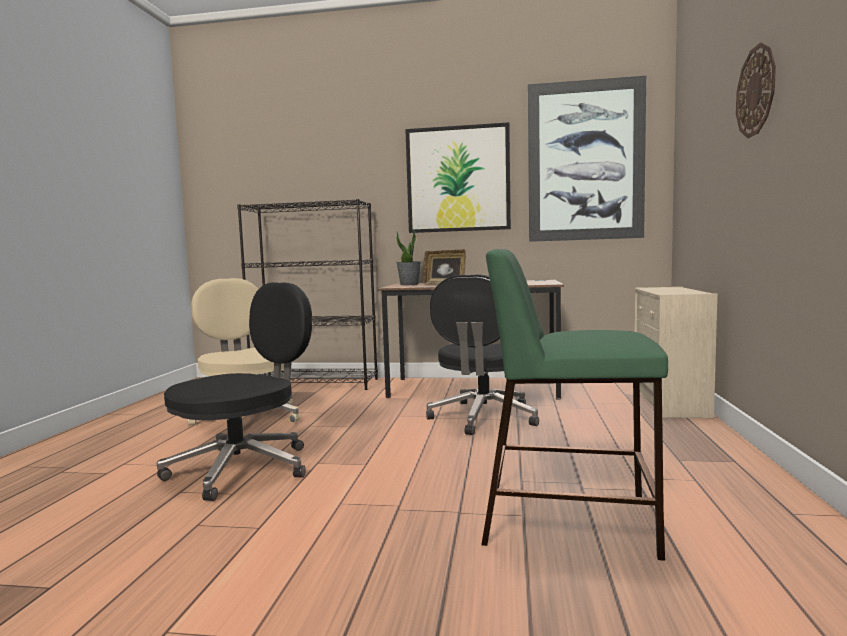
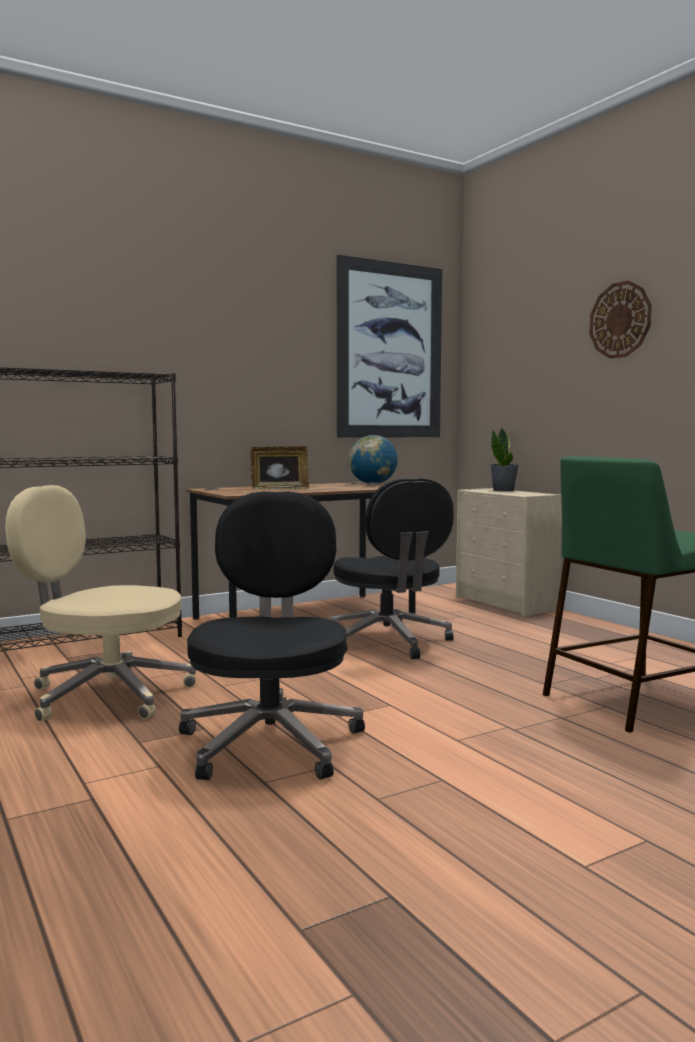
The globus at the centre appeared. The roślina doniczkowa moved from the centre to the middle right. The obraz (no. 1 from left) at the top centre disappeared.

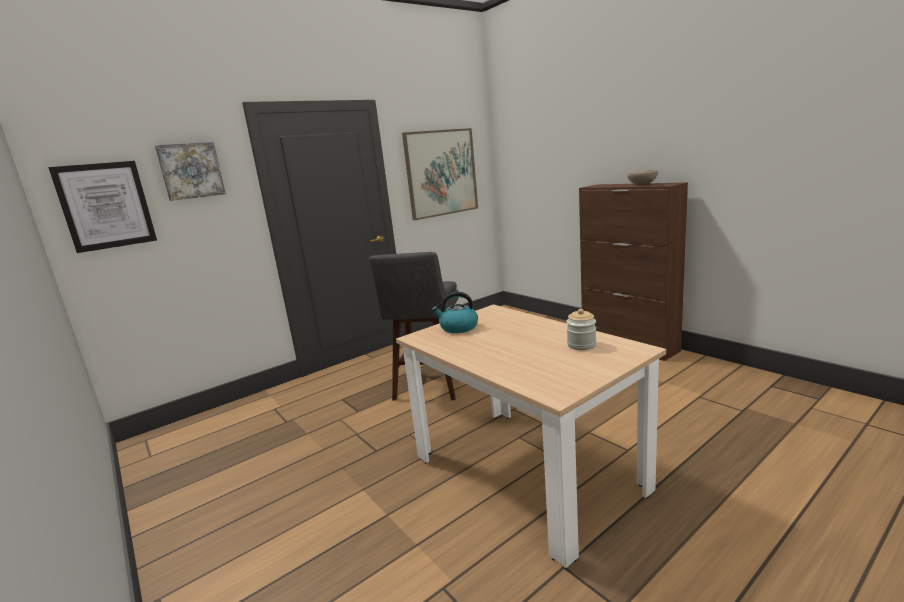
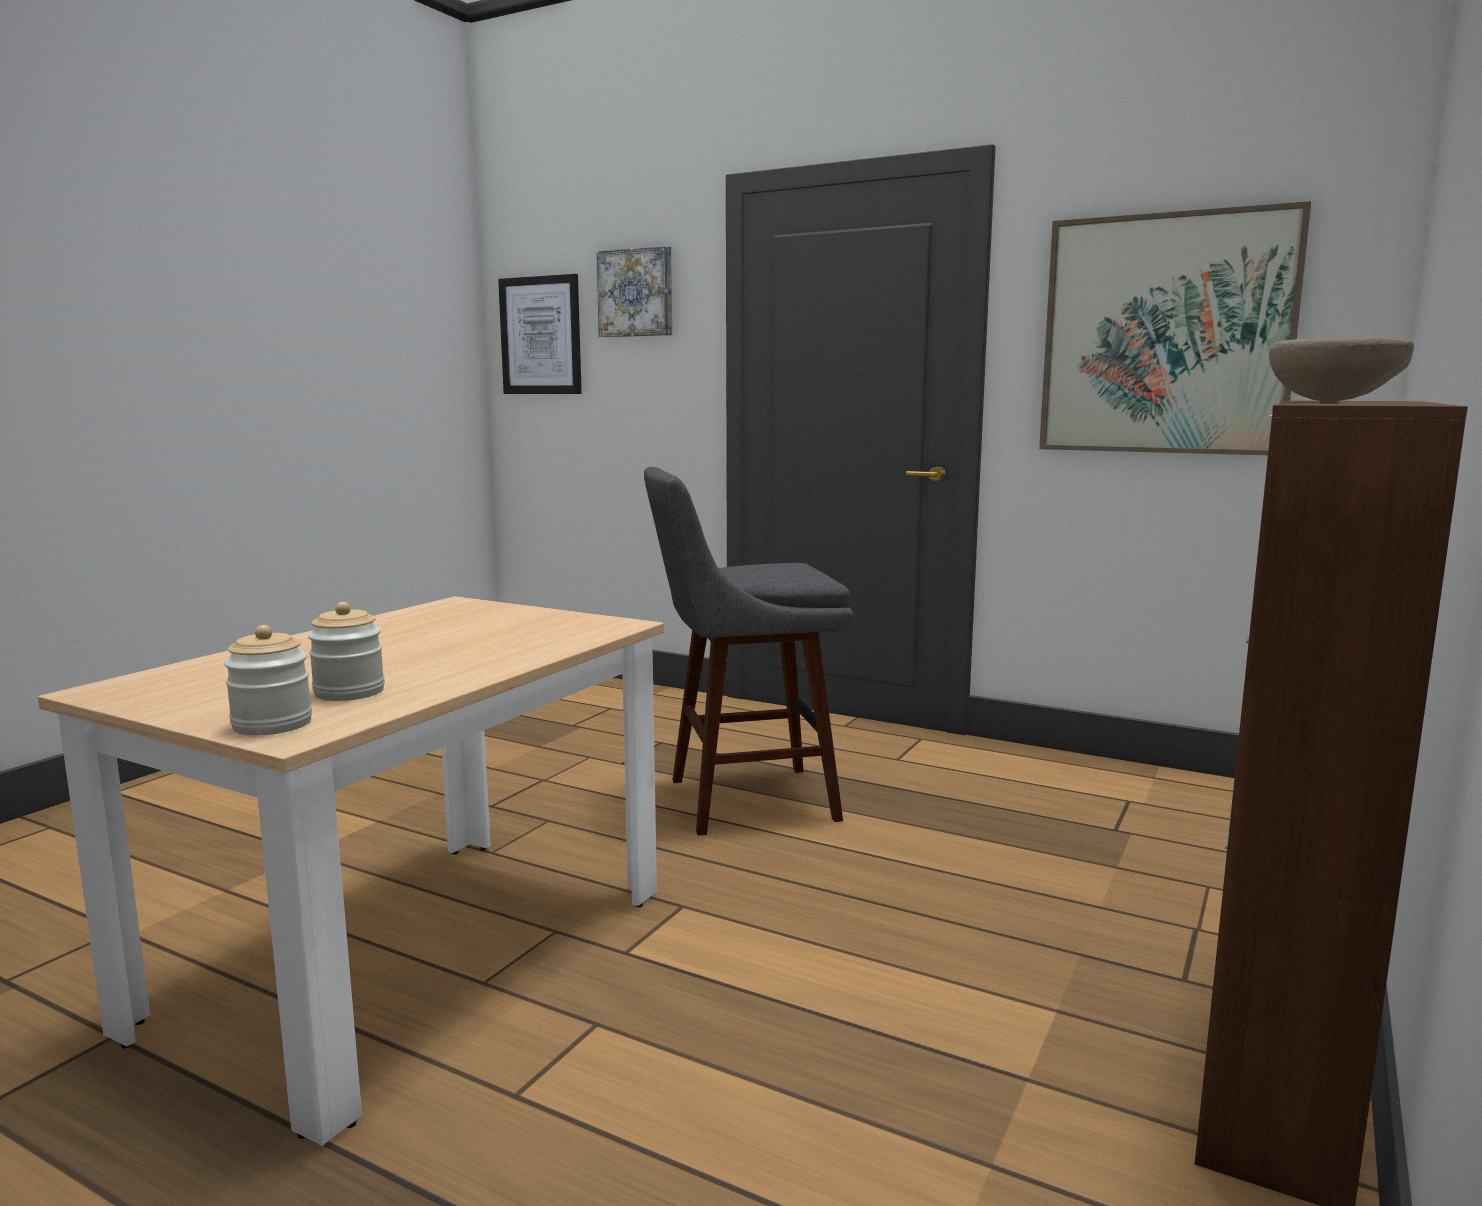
The słoik (no. 1 from left) at the middle left appeared. The czajnik at the centre disappeared.

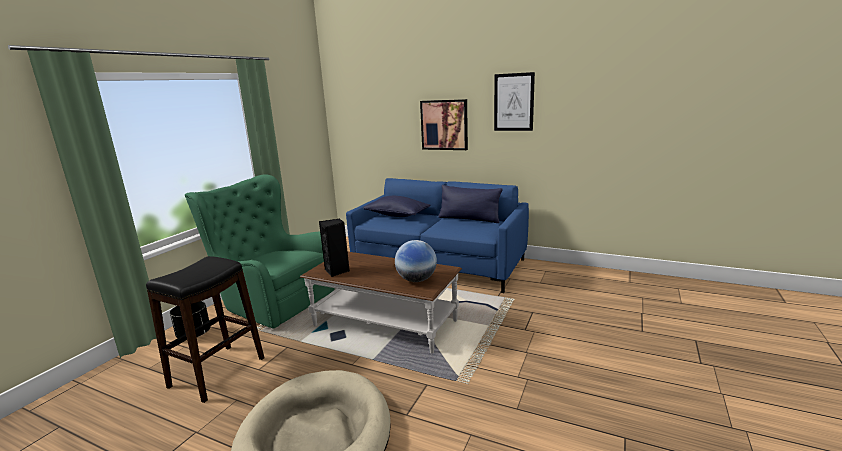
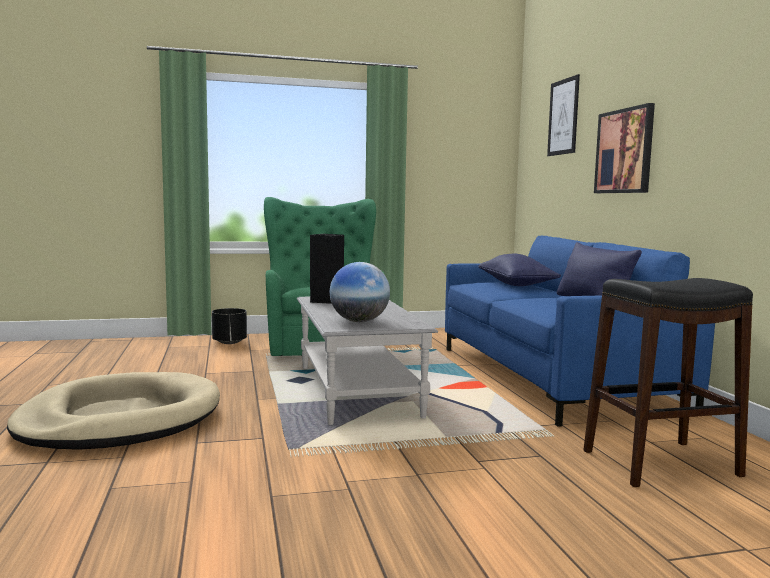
The ława [brązowy] at the bottom centre became the ława [szary] at the centre. The obraz (no. 2 from left in the first image) moved from the top centre to the top right. The stołek [czarny] moved from the bottom left to the middle right.

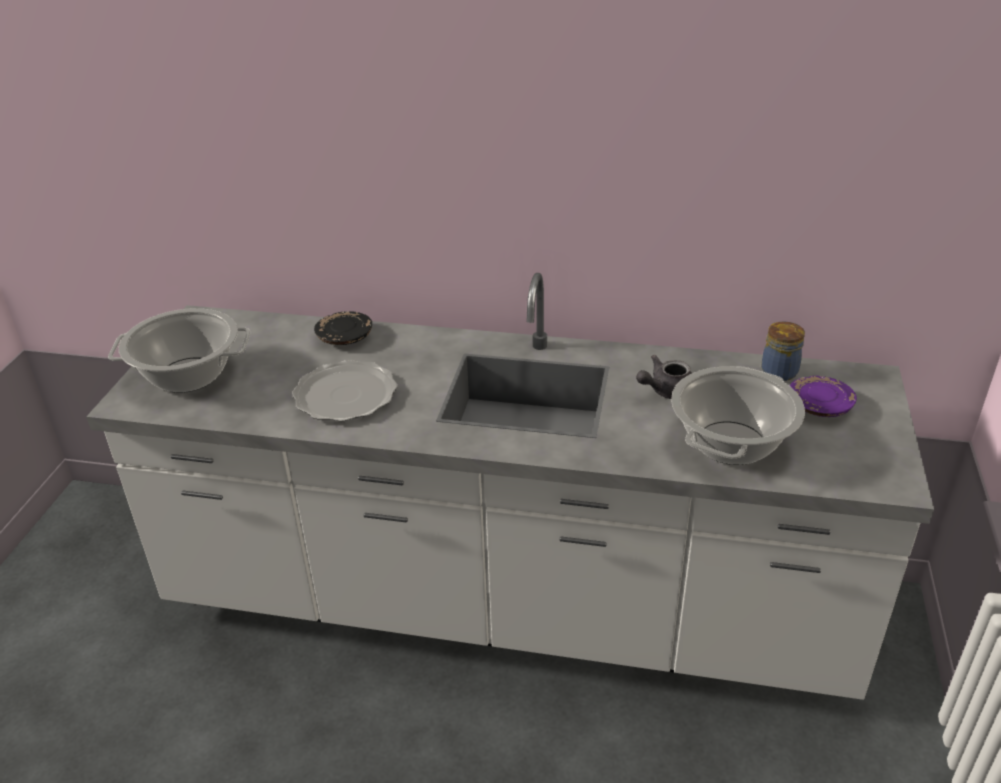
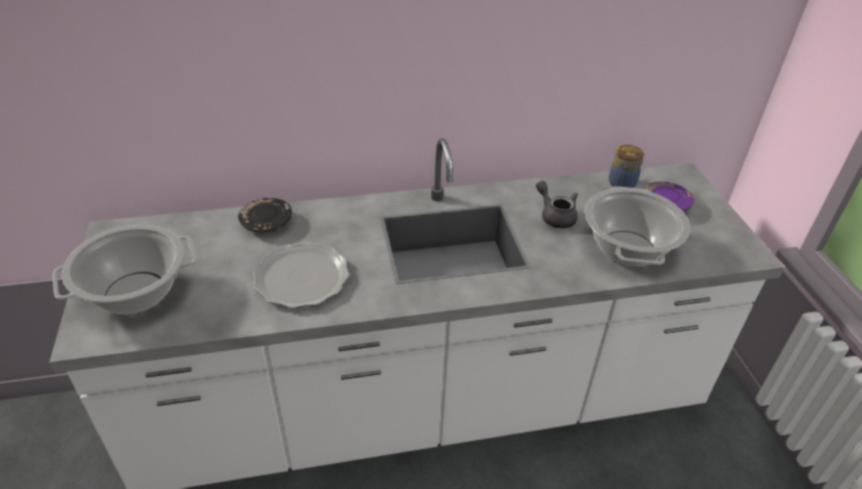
The imbryk [szary] at the centre turned 105 degrees clockwise.

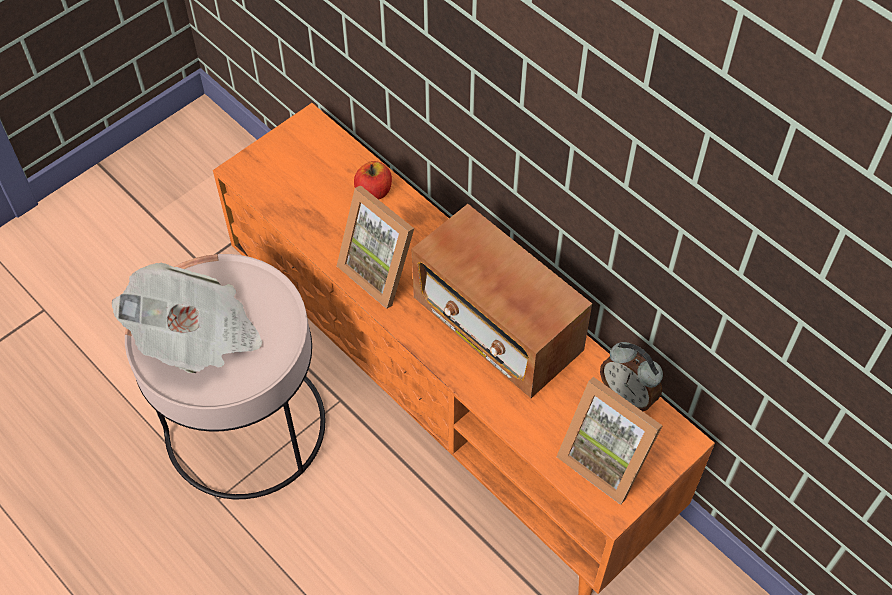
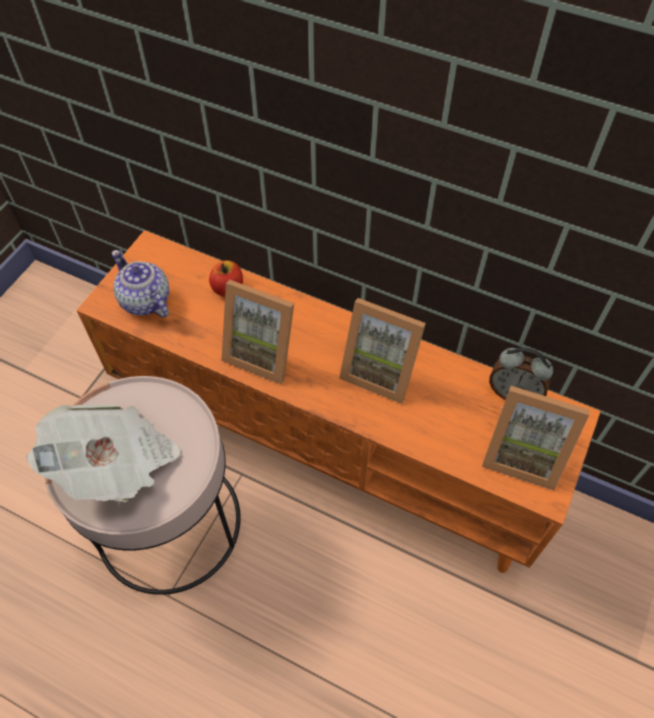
The imbryk at the middle left appeared. The radio at the centre was replaced by the ramka na zdjęcie (no. 2 from left) at the centre.

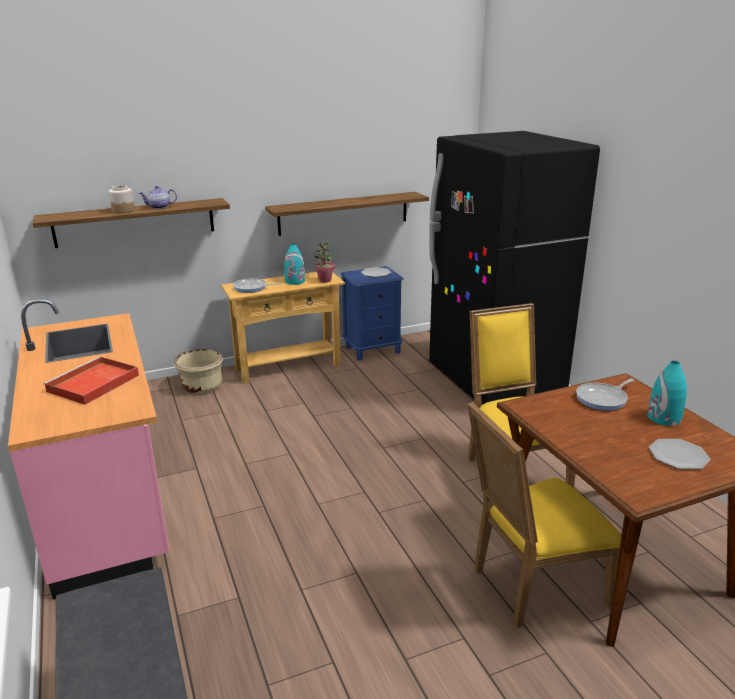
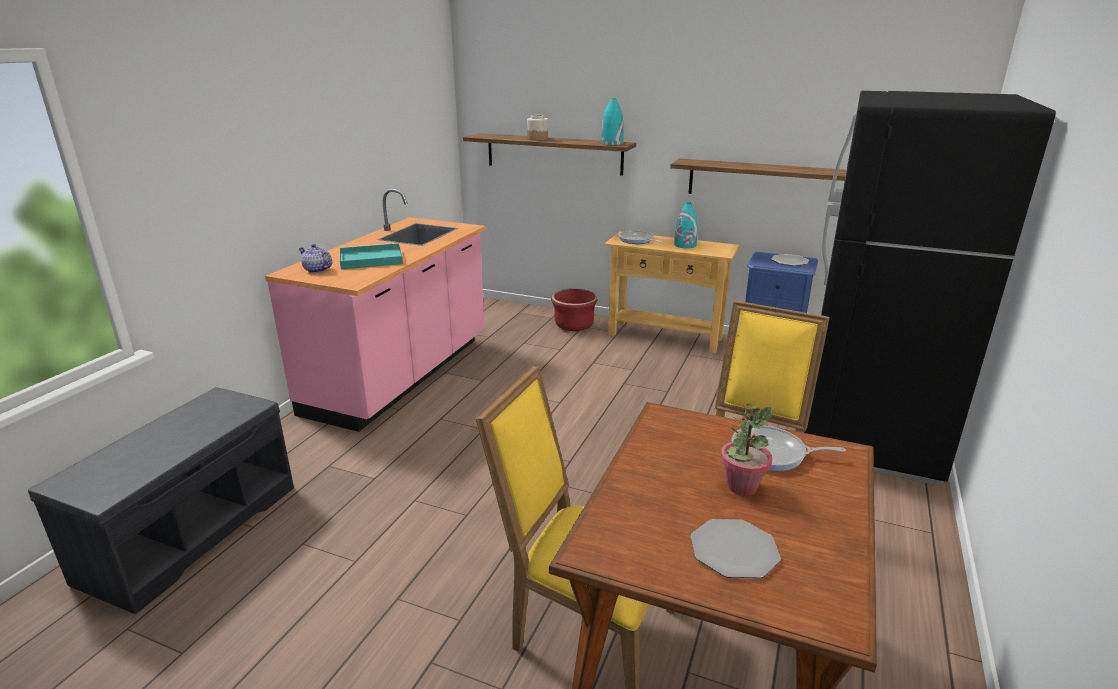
The imbryk moved from the top left to the middle left. The taca [czerwony] at the middle left became the taca [turkusowy] at the middle left. The donica [beżowy] at the middle left became the donica [czerwony] at the centre. The wazon [turkusowy] (no. 2 from left in the first image) moved from the middle right to the top centre. The roślina doniczkowa moved from the centre to the middle right.

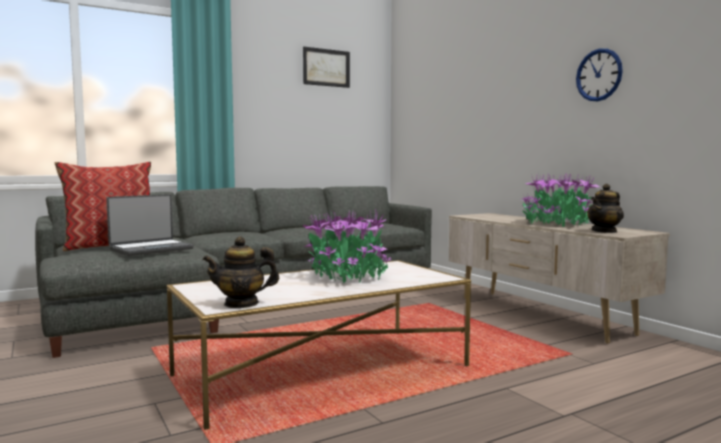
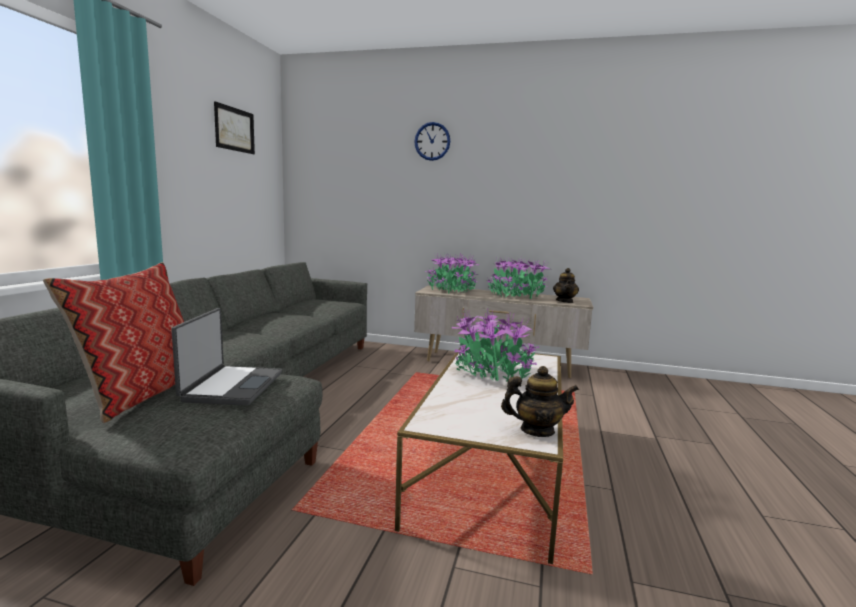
The zegar ścienny moved from the top right to the top centre. The roślina doniczkowa (no. 1 from left) at the centre appeared. The imbryk (no. 1 from left) at the middle left turned 120 degrees counterclockwise.

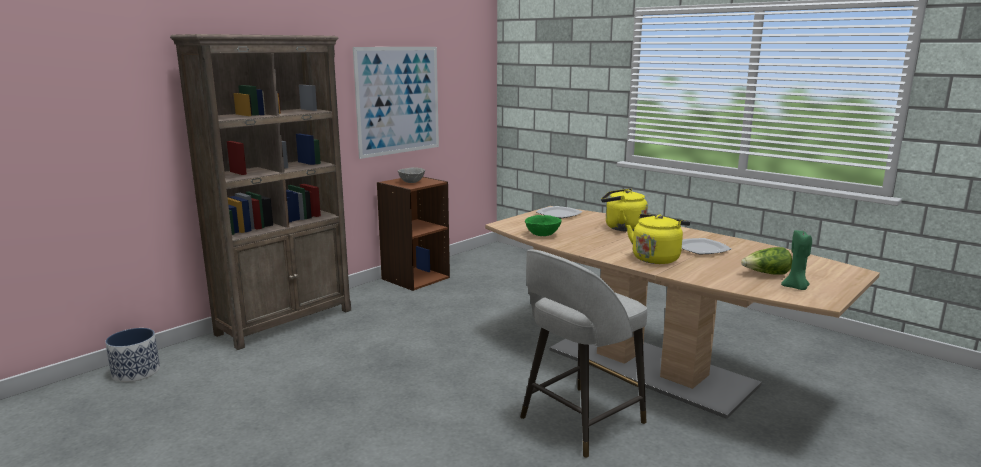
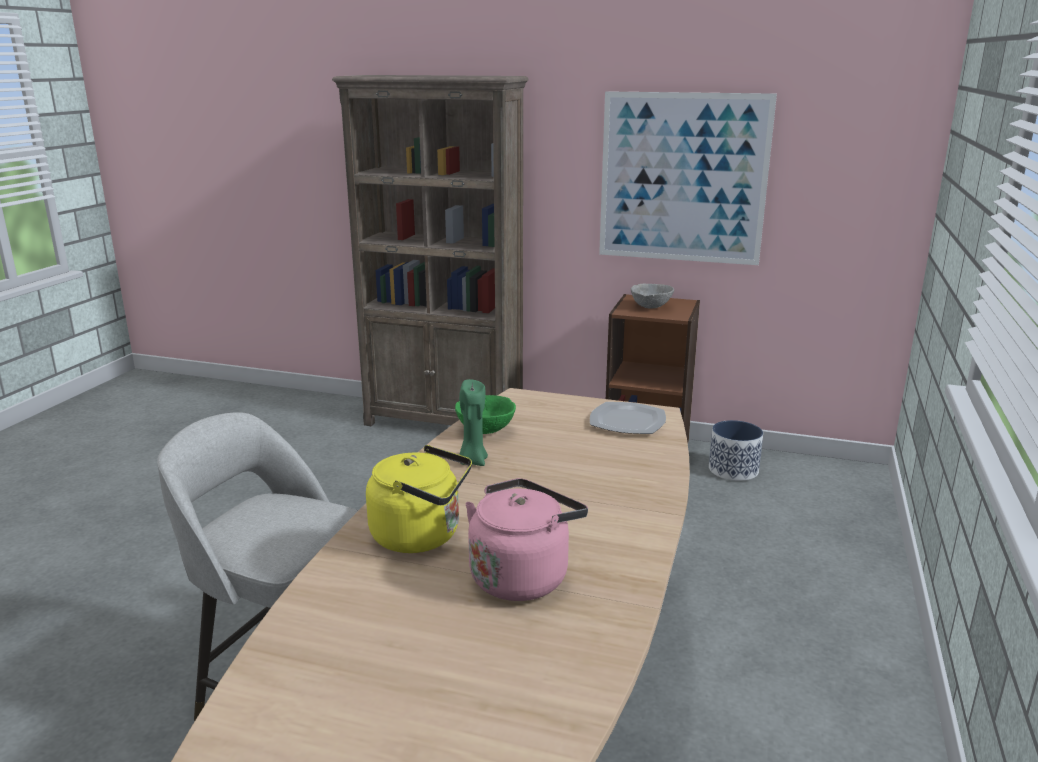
The świeca [zielony] moved from the middle right to the centre. The talerz (no. 2 from left) at the middle right was replaced by the czajnik [różowy] at the bottom centre. The donica moved from the bottom left to the middle right. The czajnik [żółty] (no. 1 from left) at the centre disappeared. The sałata at the middle right disappeared.

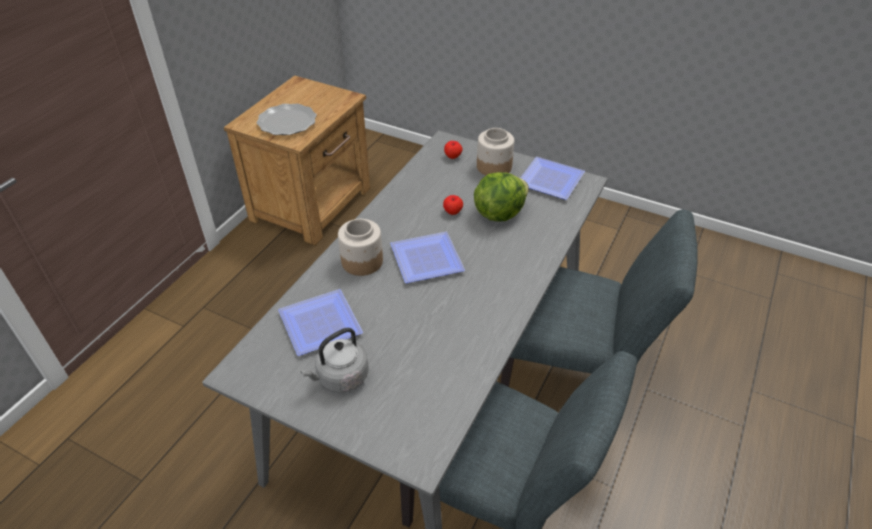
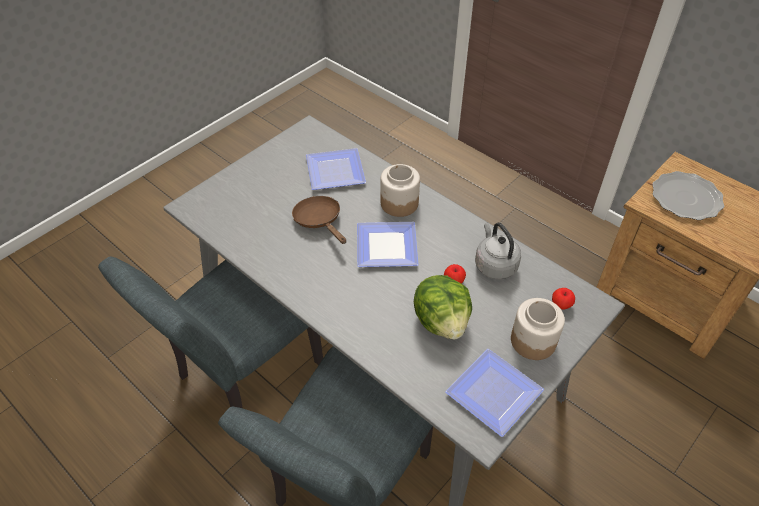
The patelnia [brązowy] at the centre appeared. The czajnik [szary] moved from the bottom centre to the centre.

